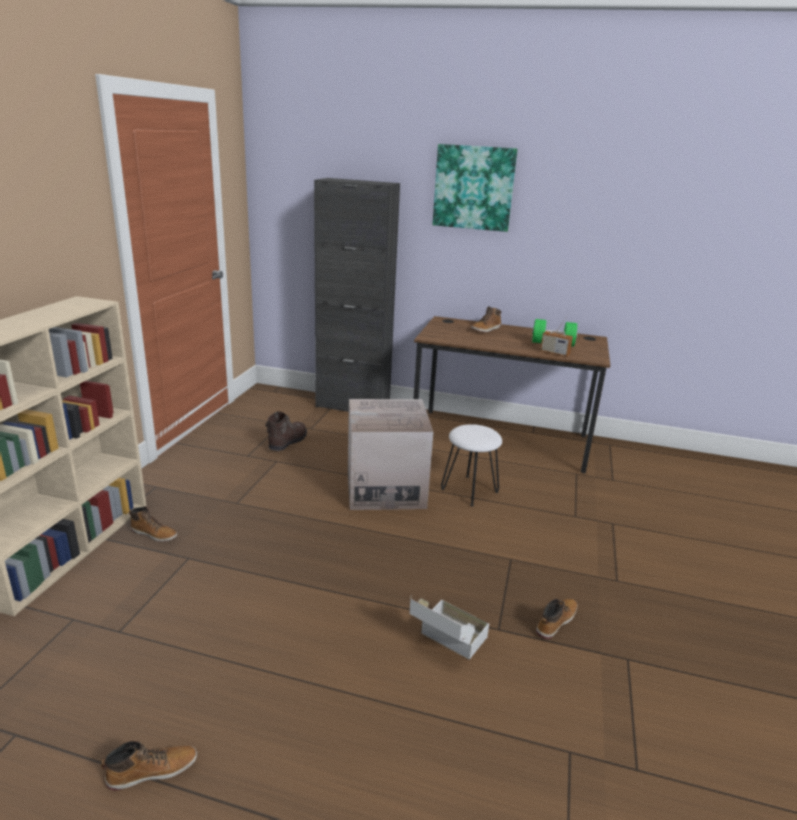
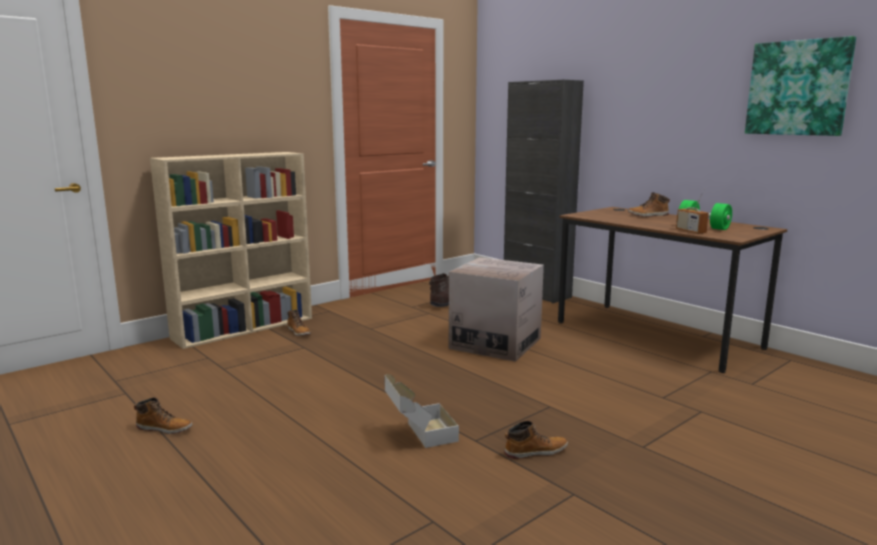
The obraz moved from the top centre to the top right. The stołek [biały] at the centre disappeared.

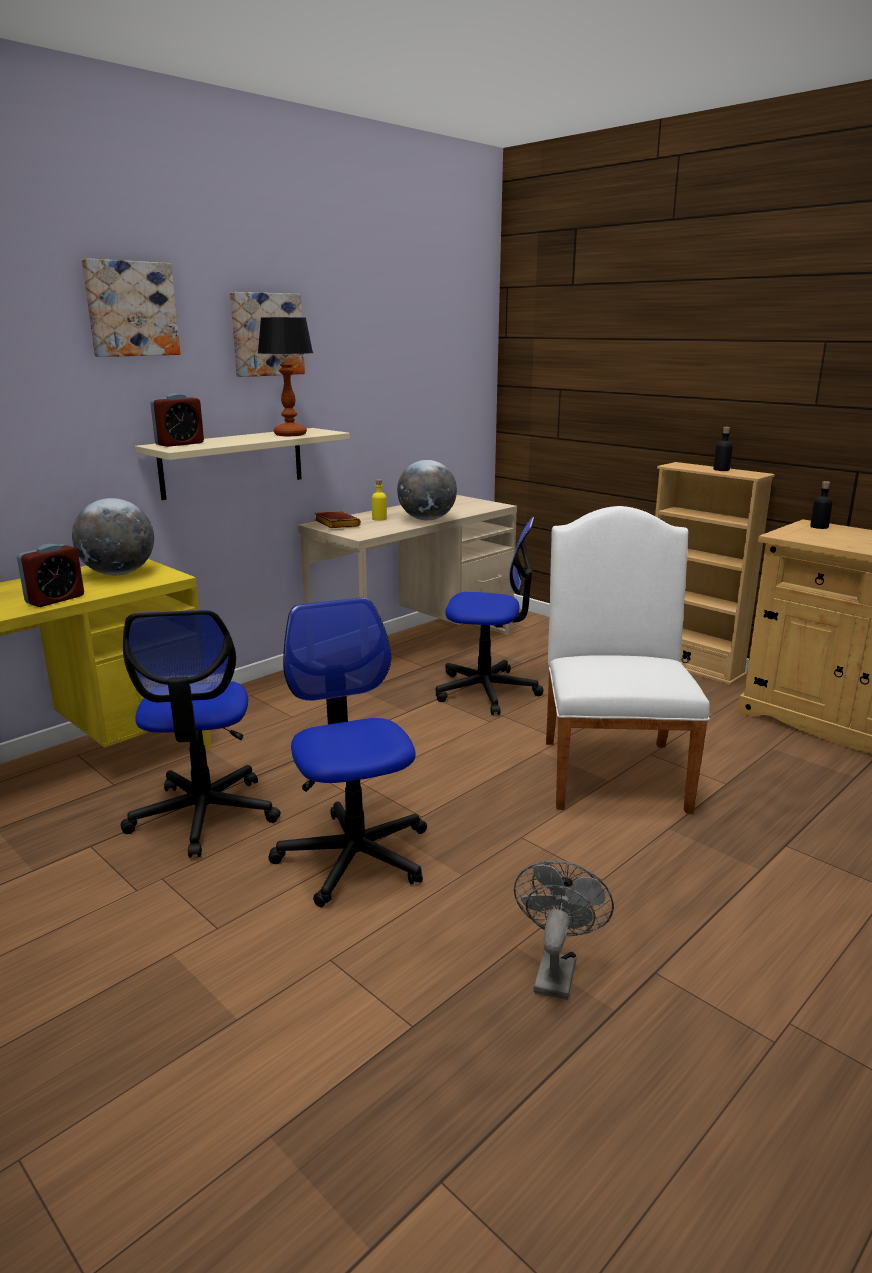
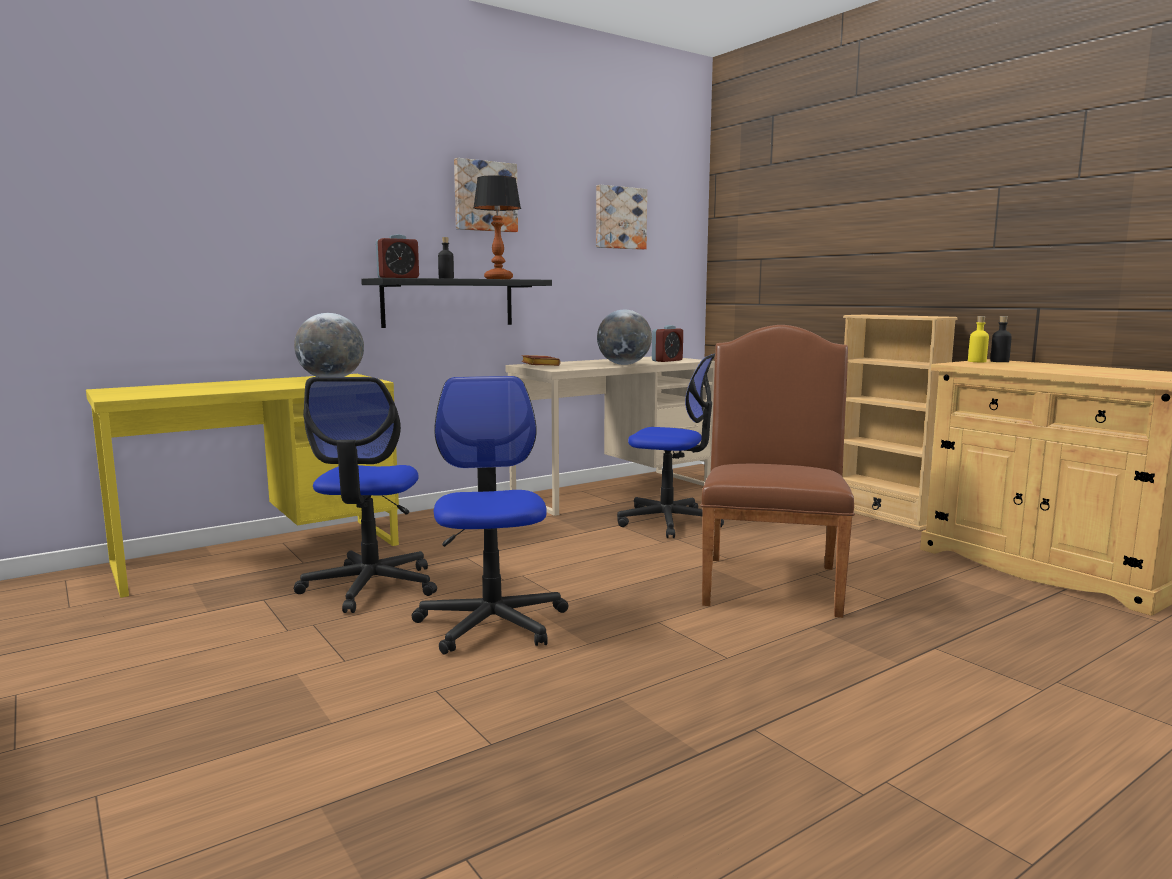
The półka [beżowy] at the middle left became the półka [czarny] at the centre. The butelka [czarny] (no. 1 from left) moved from the middle right to the top centre. The obraz (no. 1 from left in the first image) moved from the top left to the top centre. The budzik (no. 1 from left in the first image) moved from the middle left to the centre. The krzesło [biały] at the middle right became the krzesło [brązowy] at the centre. The butelka [żółty] moved from the centre to the middle right. The wentylator [szary] at the bottom centre disappeared.

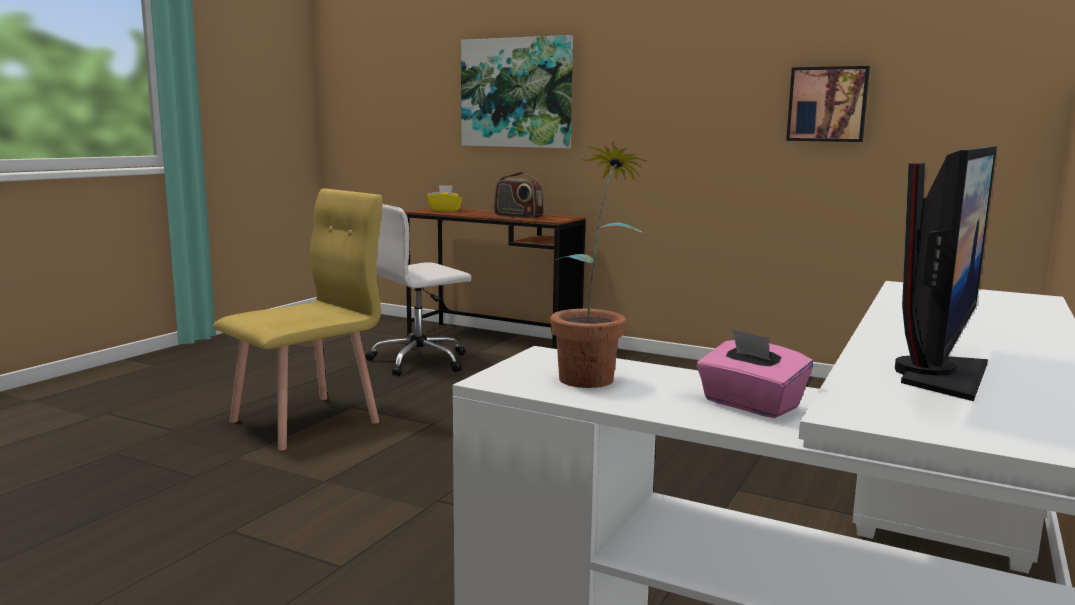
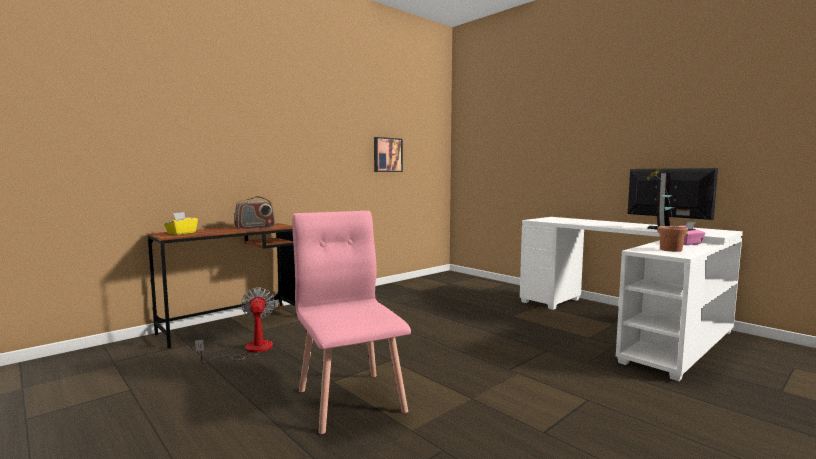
The krzesło biurowe [biały] at the centre was replaced by the wentylator at the bottom left. The krzesło [żółty] at the middle left became the krzesło [różowy] at the bottom centre. The obraz (no. 1 from left) at the top centre disappeared.

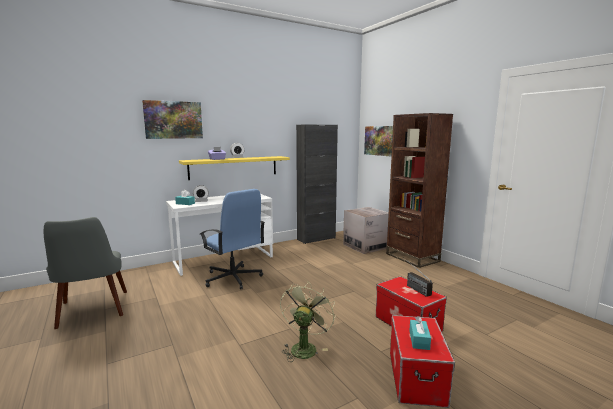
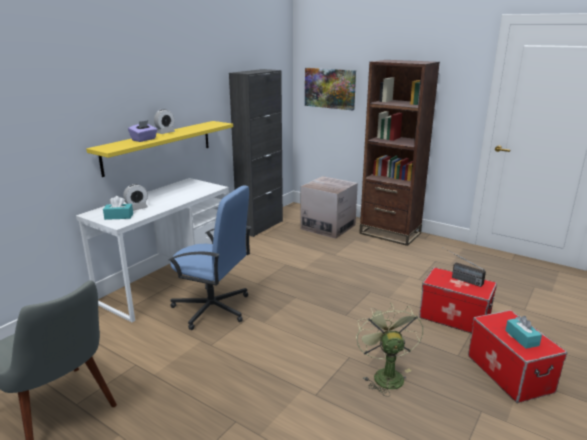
The obraz (no. 1 from left) at the top left disappeared.

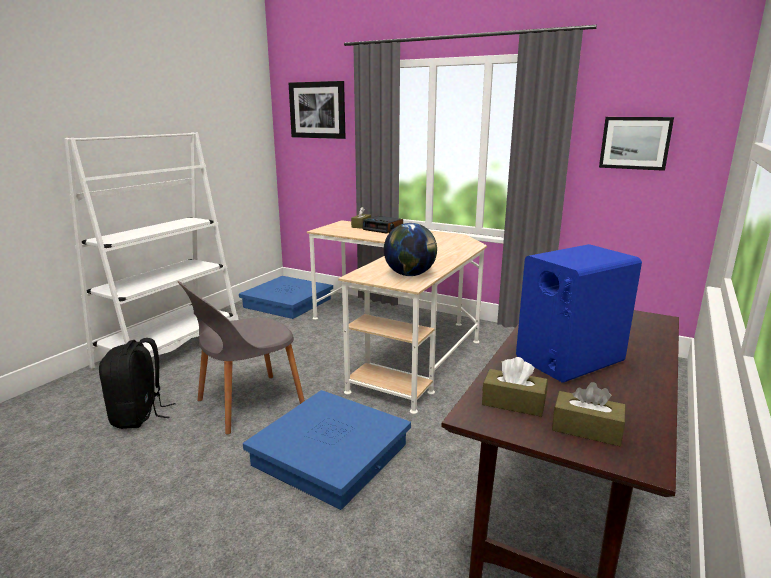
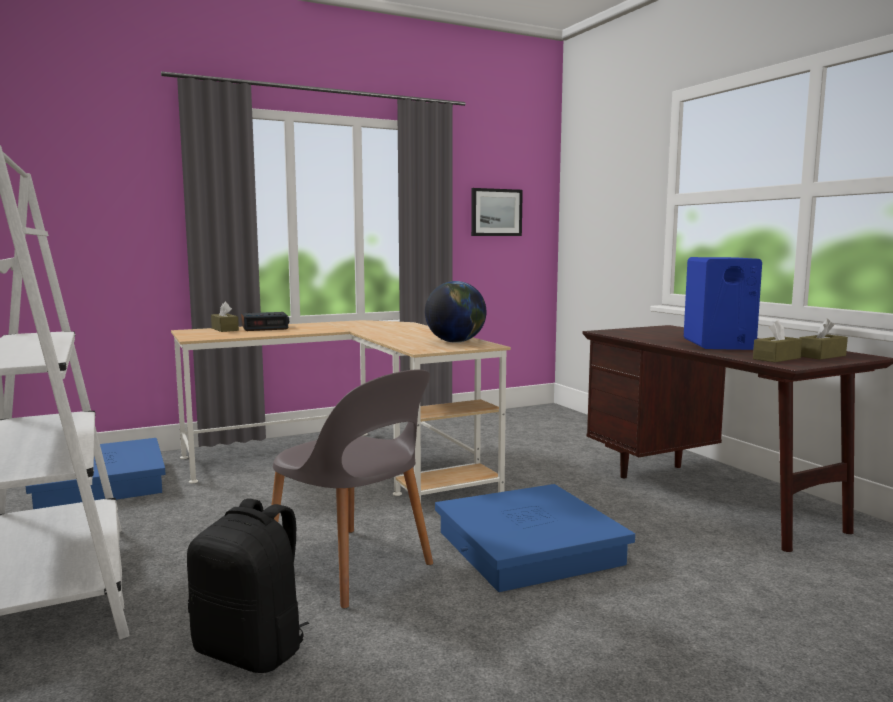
The krzesło [szary] at the middle left turned 45 degrees counterclockwise. The obraz (no. 1 from left) at the top centre disappeared.

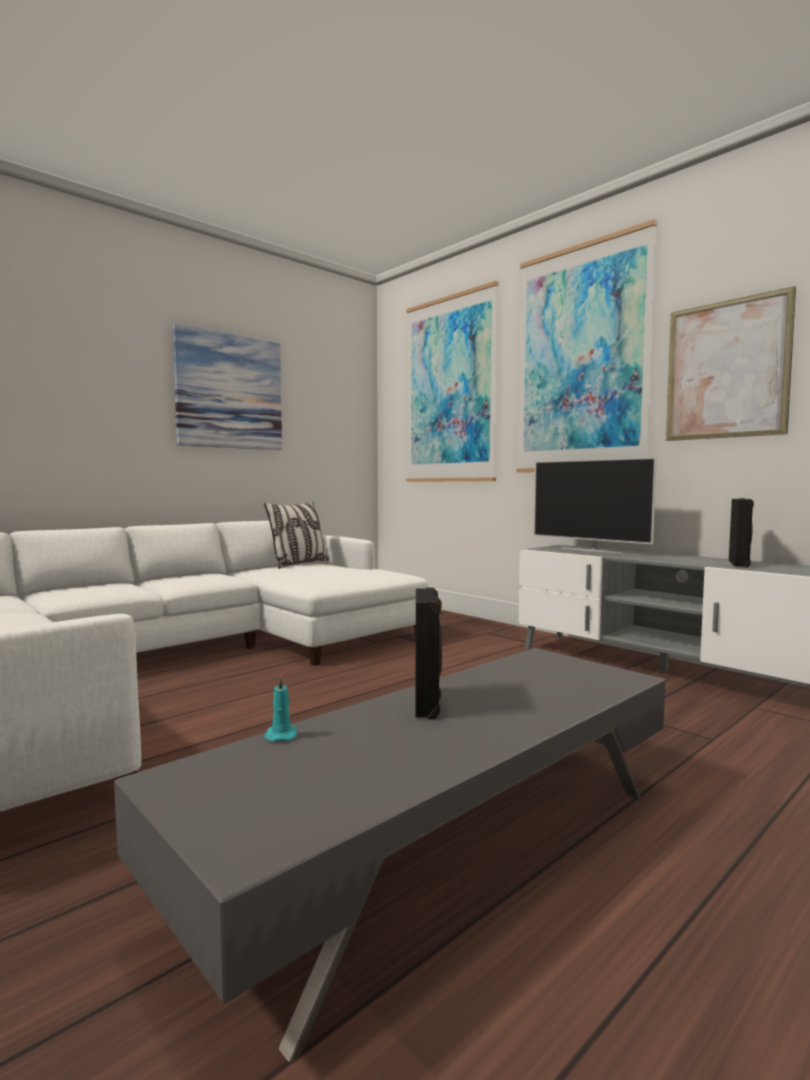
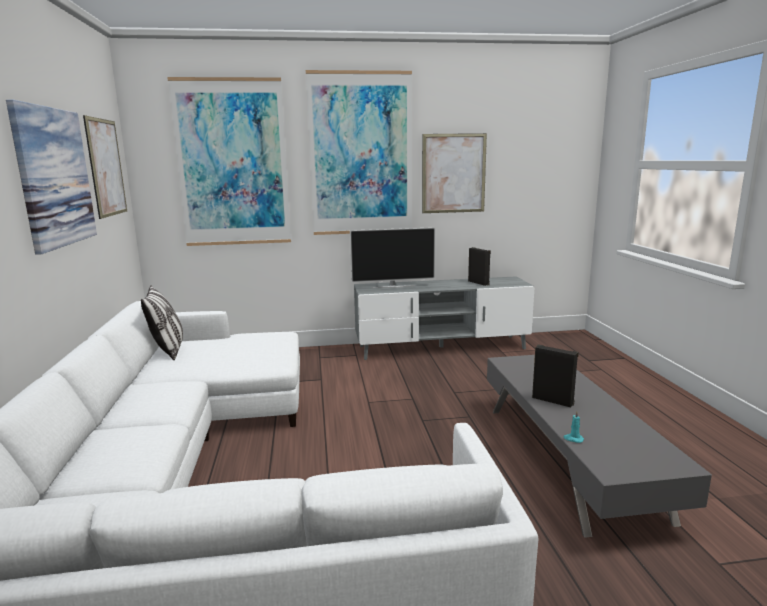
The obraz (no. 2 from left) at the top left appeared.

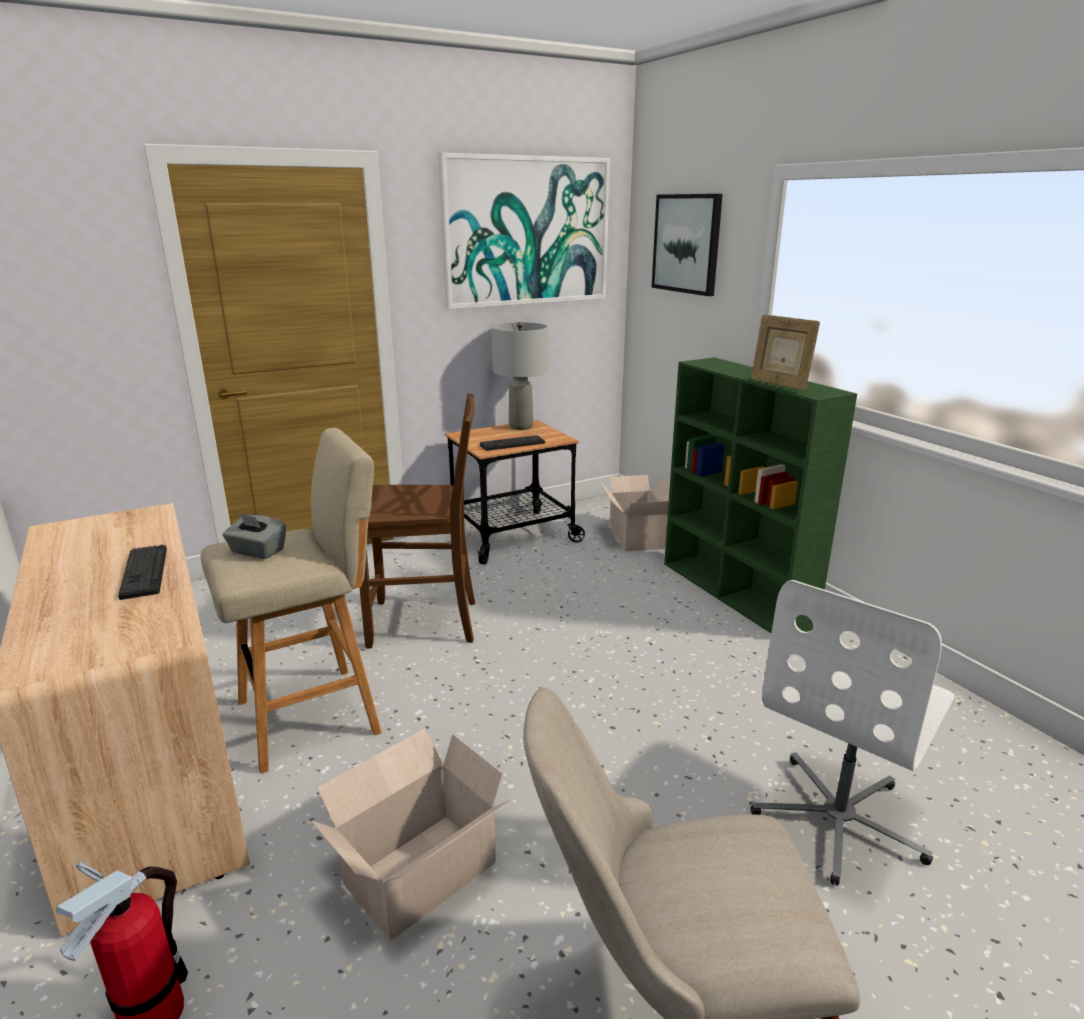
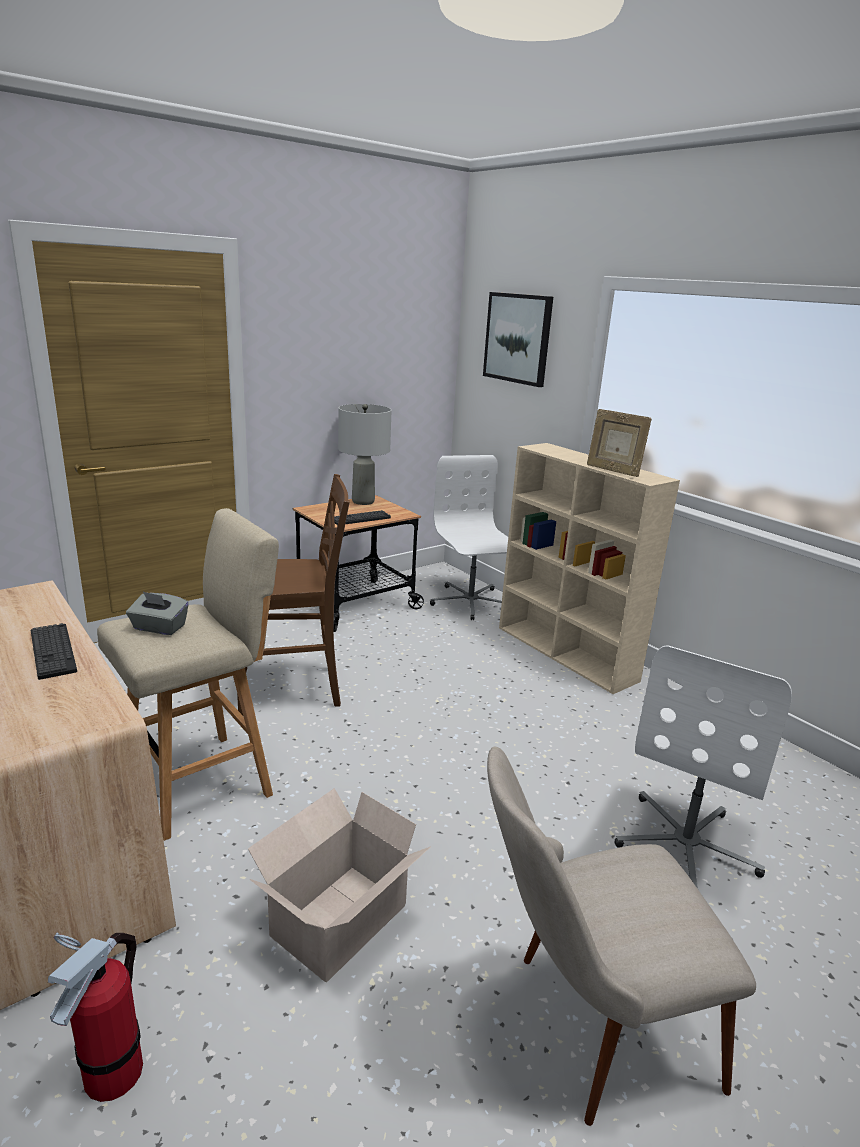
The karton (no. 2 from left) at the centre was replaced by the krzesło biurowe [biały] (no. 1 from left) at the centre. The regał [zielony] at the middle right became the regał [beżowy] at the middle right. The obraz (no. 1 from left) at the top centre disappeared.

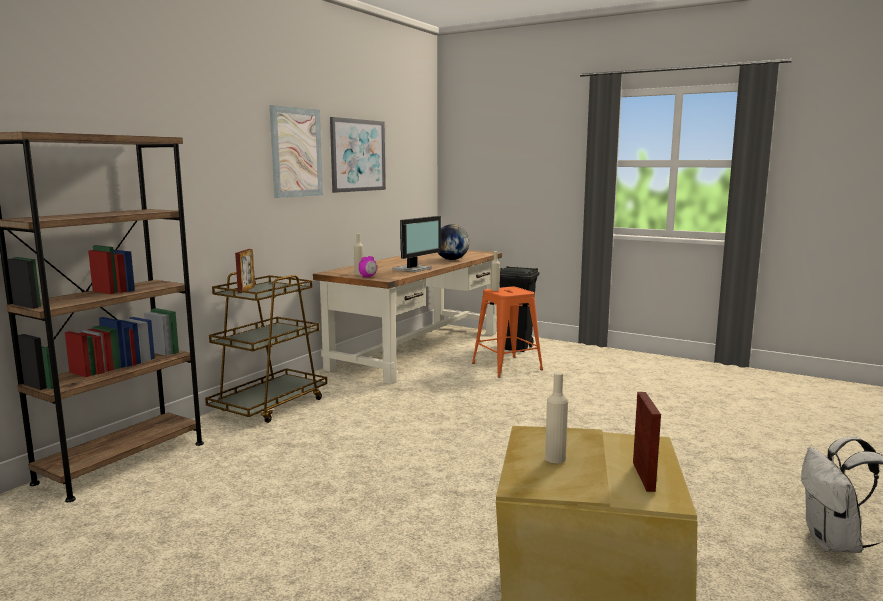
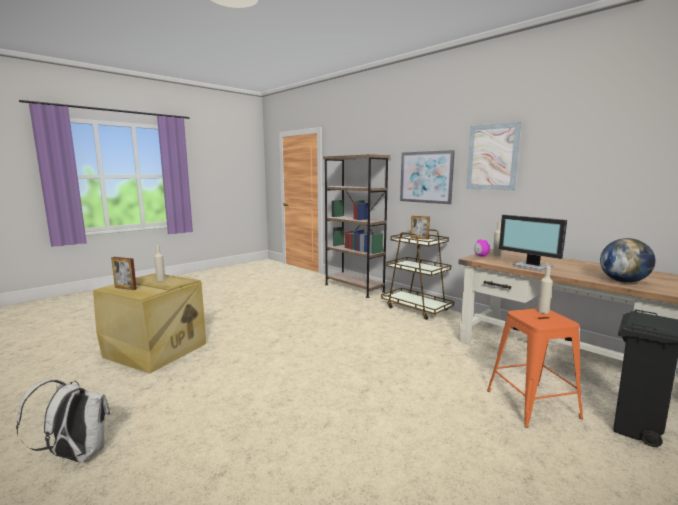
The obraz (no. 2 from left in the first image) moved from the top centre to the centre.

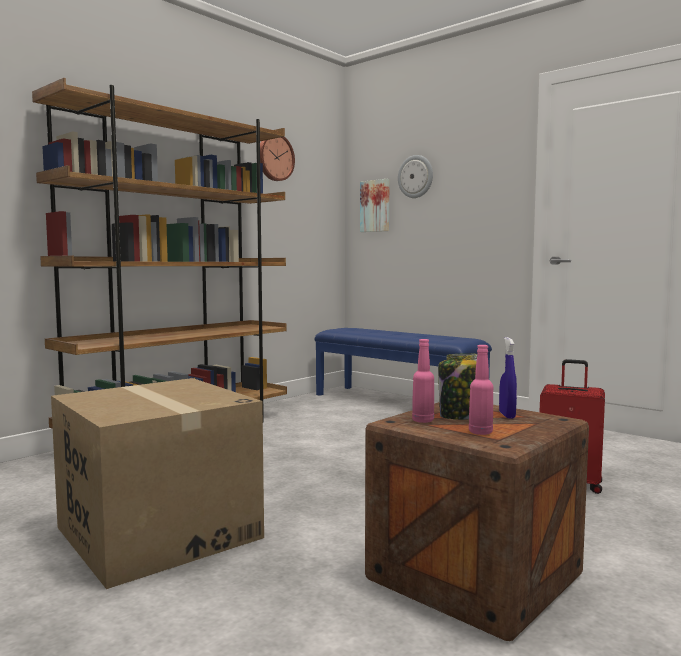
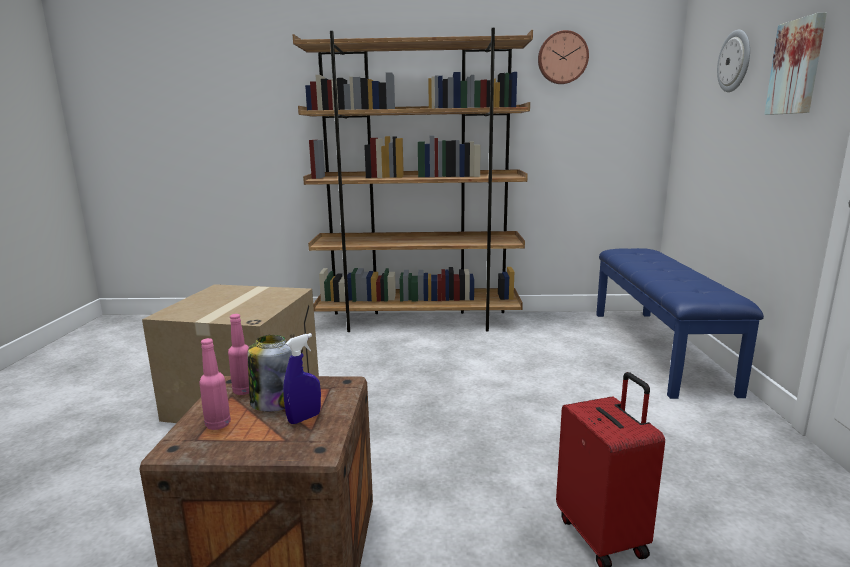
The obraz moved from the top centre to the top right.

